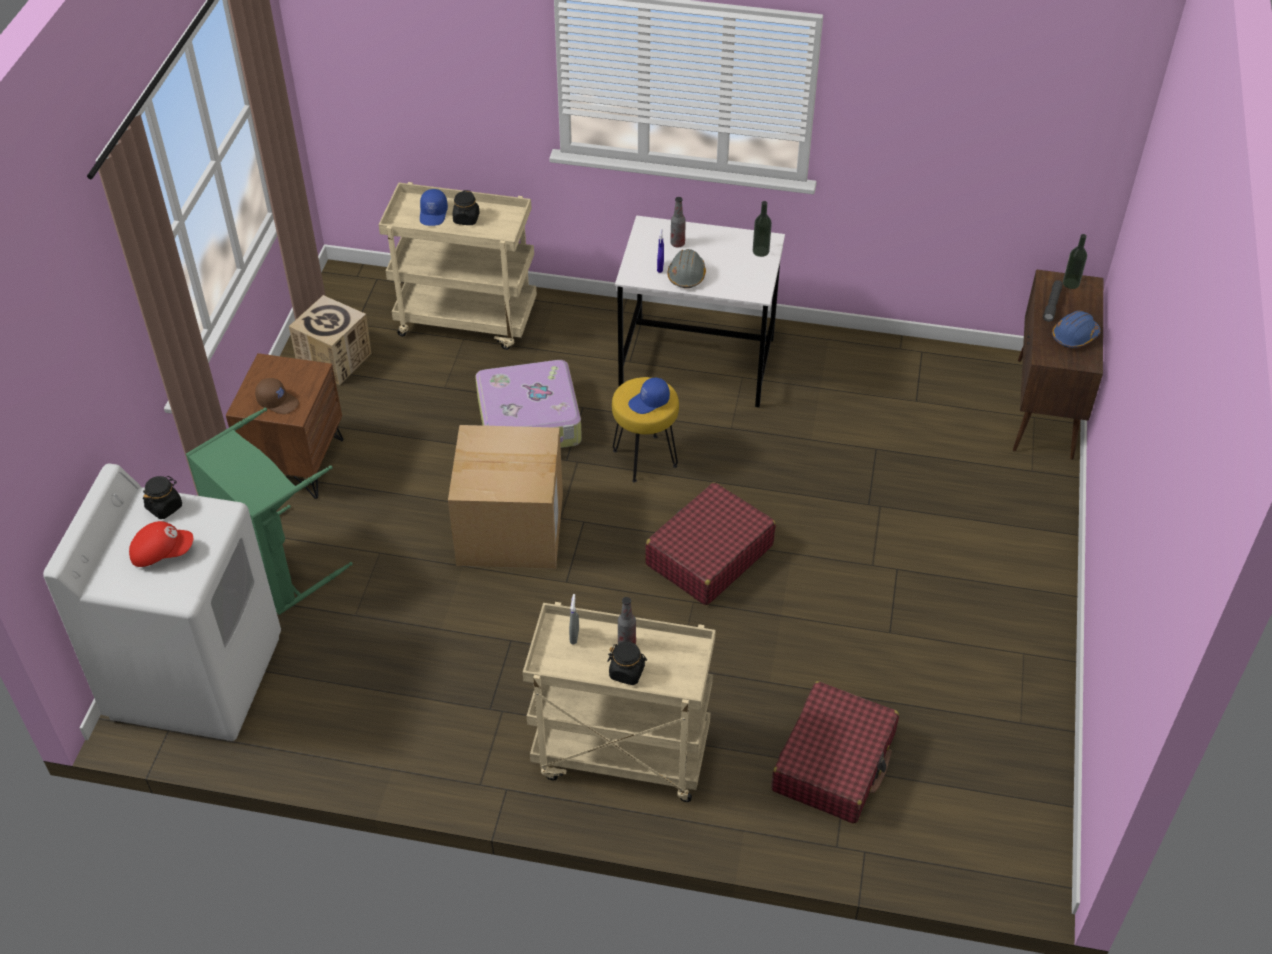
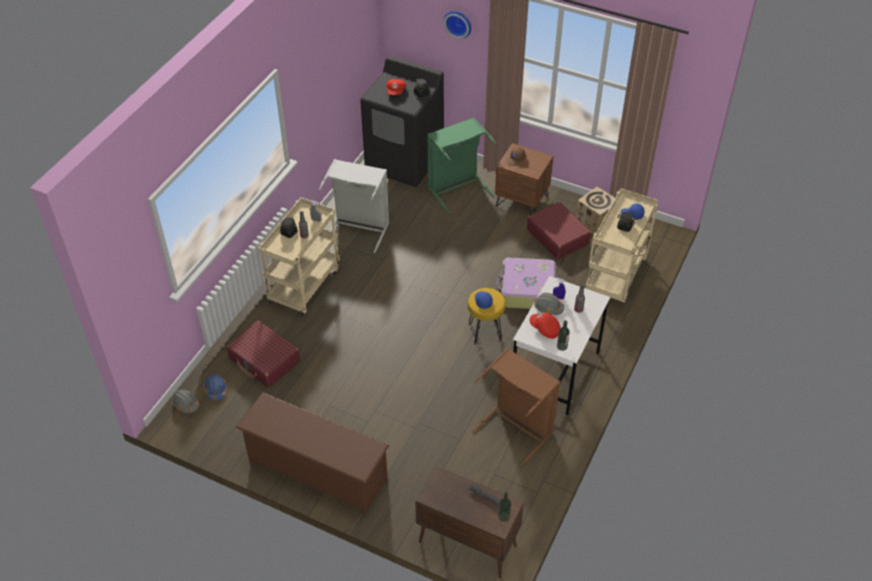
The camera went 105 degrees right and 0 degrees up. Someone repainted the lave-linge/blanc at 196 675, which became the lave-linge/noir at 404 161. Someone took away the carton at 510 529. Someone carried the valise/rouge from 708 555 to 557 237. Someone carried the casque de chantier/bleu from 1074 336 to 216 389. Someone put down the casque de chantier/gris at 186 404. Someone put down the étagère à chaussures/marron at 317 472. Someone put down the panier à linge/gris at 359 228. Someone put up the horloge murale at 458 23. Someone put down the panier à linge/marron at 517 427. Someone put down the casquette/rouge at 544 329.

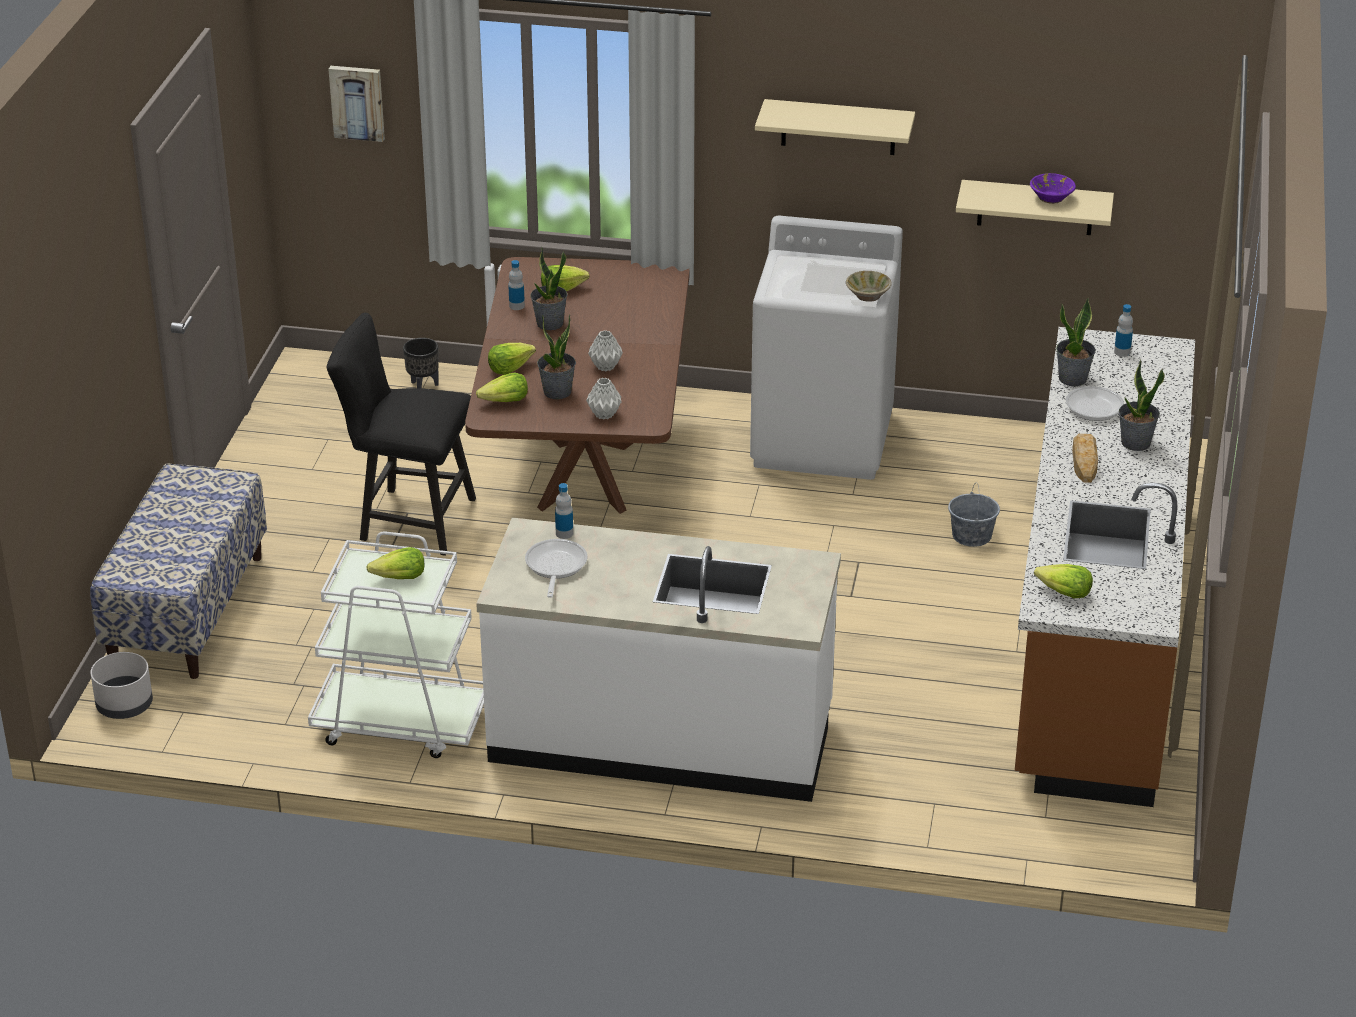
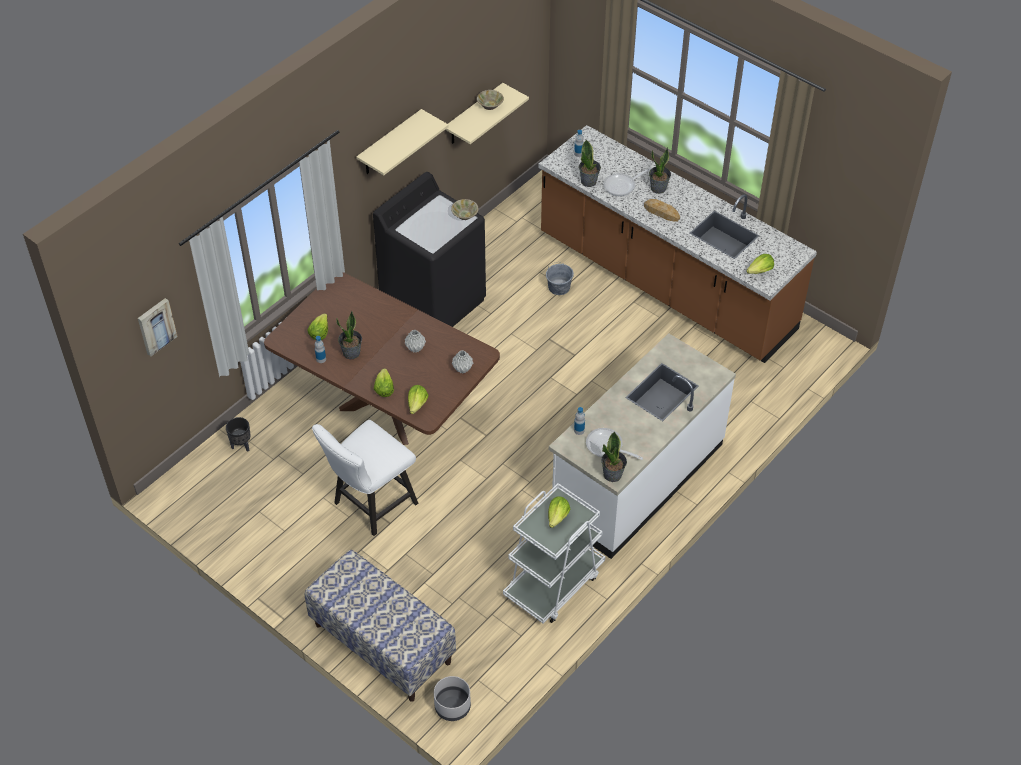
The camera went 60 degrees left and 15 degrees up. Someone repainted the chaise/noir at 408 519, which became the chaise/blanc at 370 506. Someone carried the plante en pot from 557 392 to 613 474. Someone repainted the lave-linge/blanc at 823 439, which became the lave-linge/noir at 434 301. Someone repainted the bol/violet at 1051 198, which became the bol/beige at 490 105.

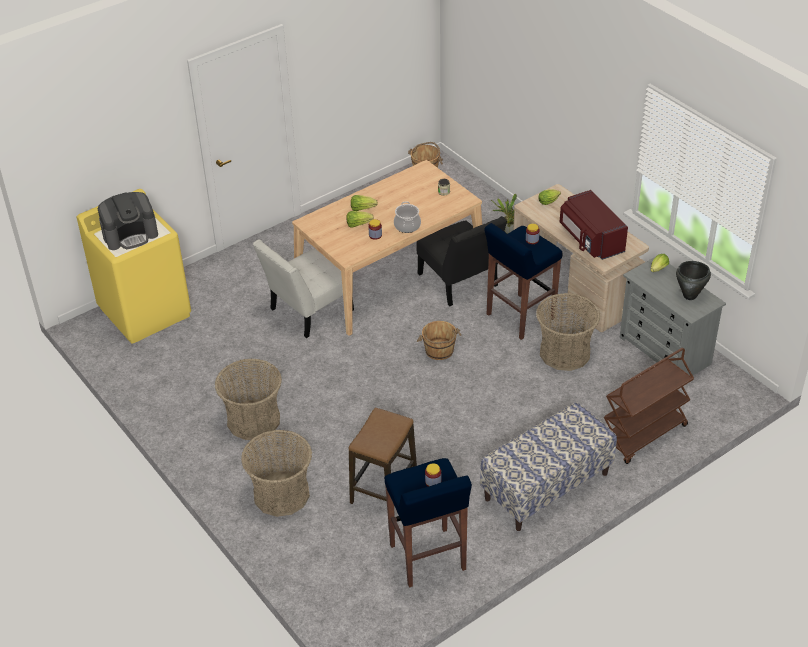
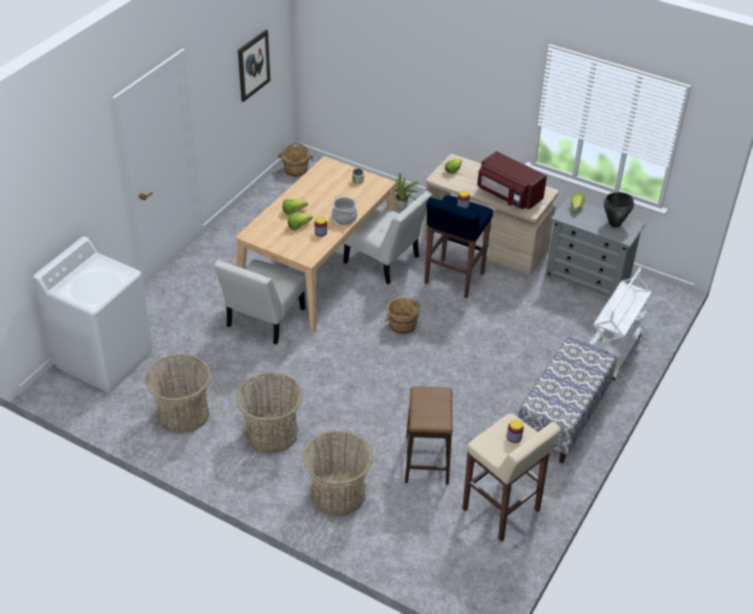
The camera went 25 degrees left and 0 degrees up. Someone repainted the lave-linge/jaune at 145 311, which became the lave-linge/blanc at 104 359. Someone took away the machine à café at 130 235. Someone repainted the tabouret/bleu at 428 558, which became the tabouret/beige at 502 511. Someone repainted the chaise/noir at 459 283, which became the chaise/blanc at 385 262. Someone carried the panier from 564 353 to 183 413. Someone repainted the chariot/marron at 644 435, which became the chariot/blanc at 613 353. Someone put up the tableau at 253 65.

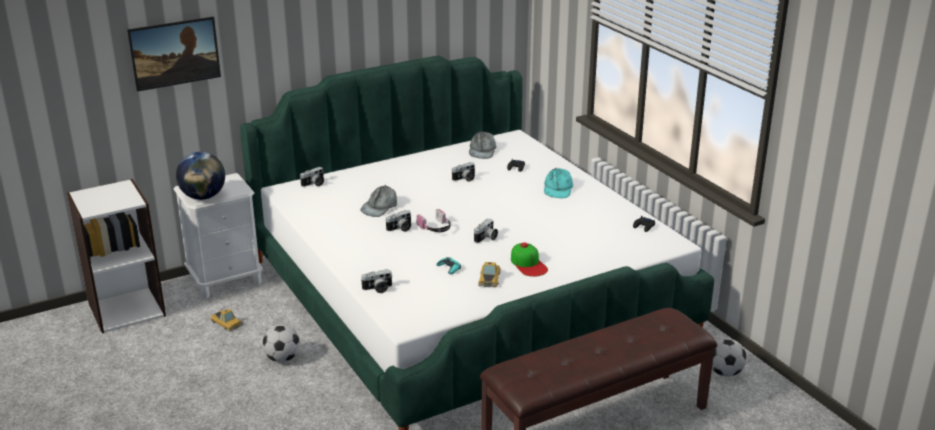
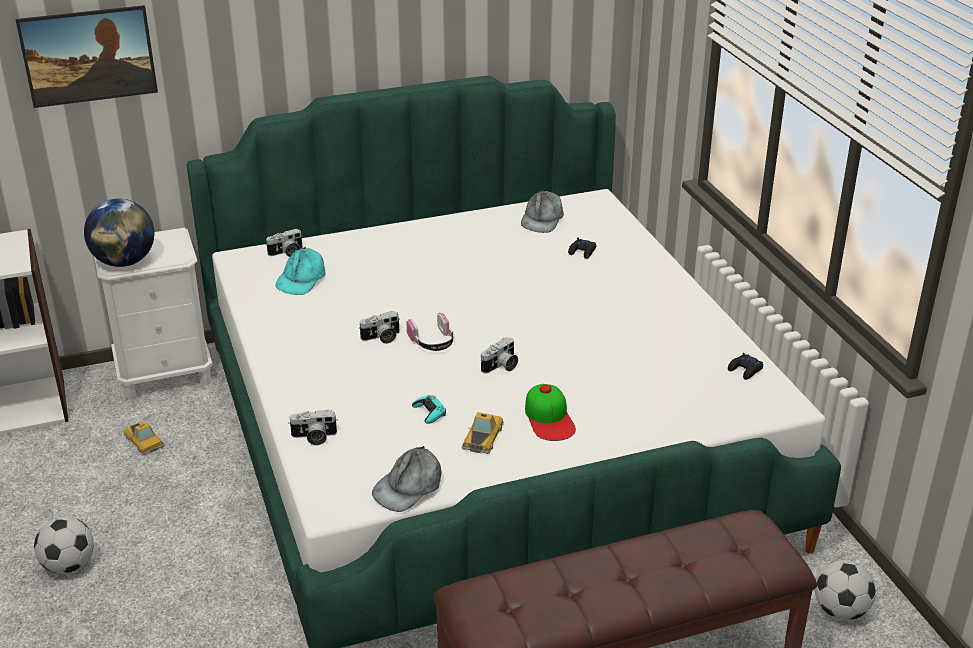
The camera went 10 degrees right and 5 degrees up. Someone carried the ballon de foot from 282 358 to 69 565. Someone carried the casquette/gris from 380 207 to 409 487. Someone took away the appareil photo at 464 179. Someone carried the casquette/turquoise from 558 189 to 301 279.

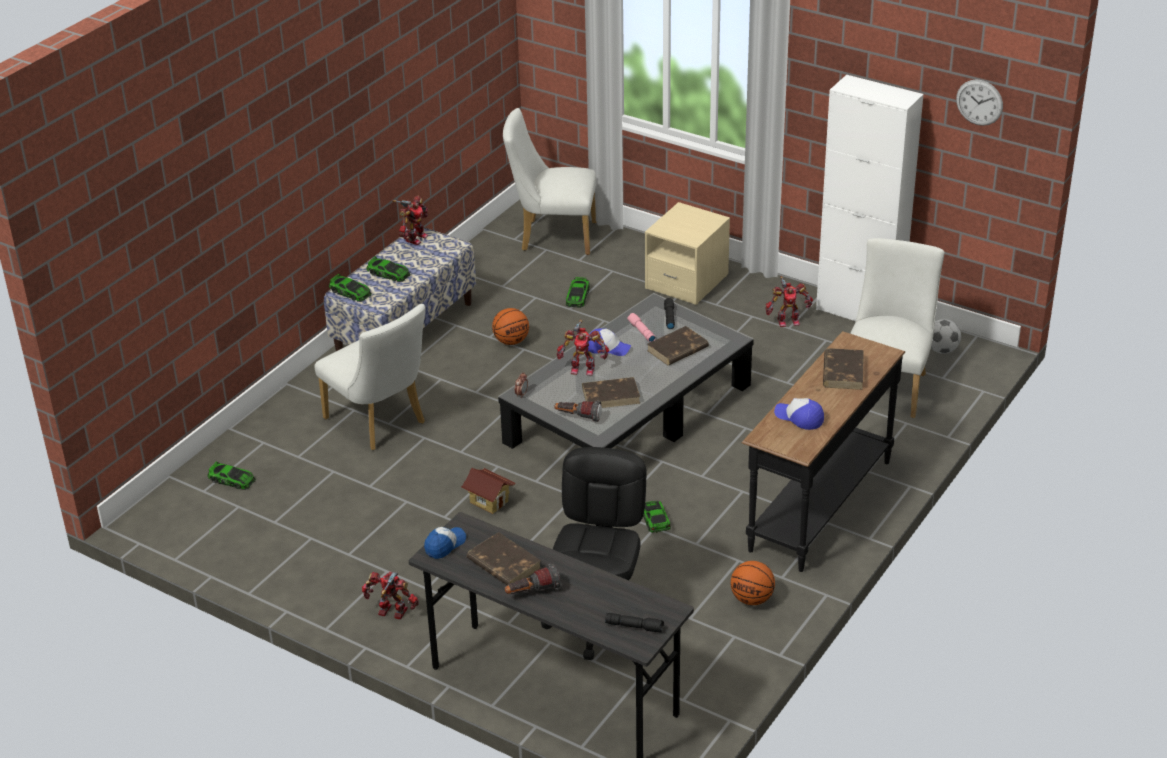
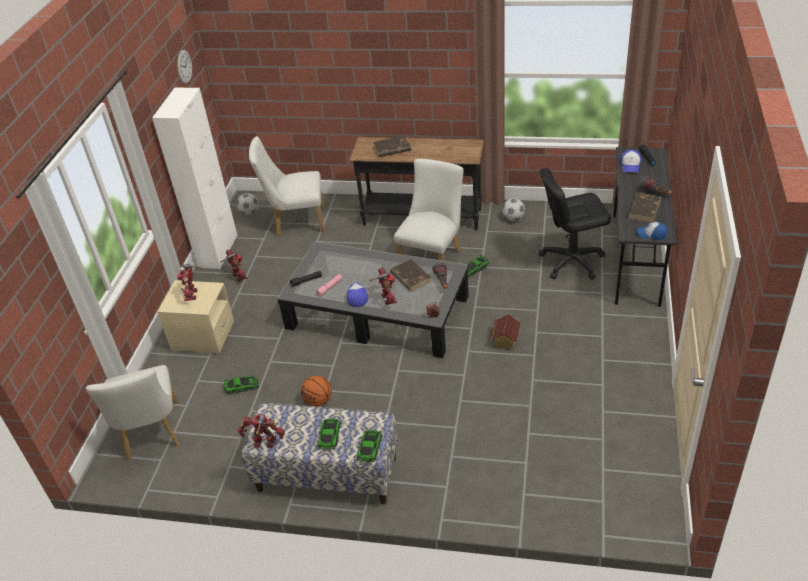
The camera went 110 degrees left and 5 degrees up. Someone took away the petite voiture at 232 480. Someone carried the chaise/blanc from 380 423 to 433 258. Someone carried the robot jouet from 392 613 to 192 295. Someone took away the livre/marron at 677 349. Someone swapped the ballon de basket at 752 599 for the ballon de foot at 513 218. Someone carried the casquette from 799 418 to 630 165.

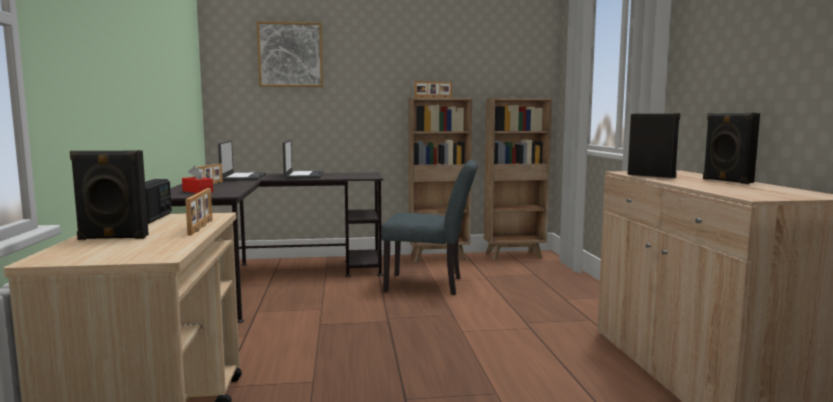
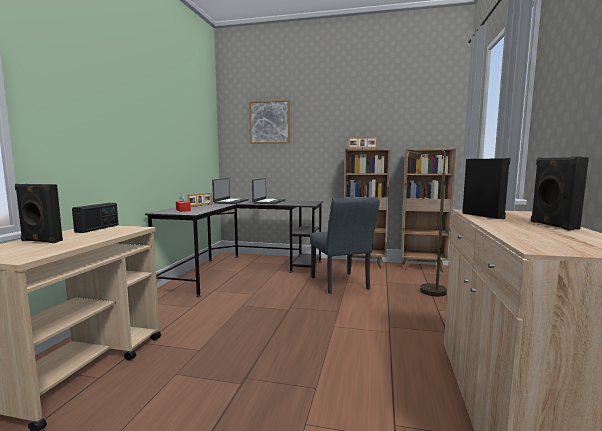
The camera went 20 degrees right and 0 degrees up. Someone took away the cadre photo at 202 226. Someone rotated the chaise/gris at 431 285 by 45 degrees clockwise. Someone put down the lampadaire/marron at 426 289.

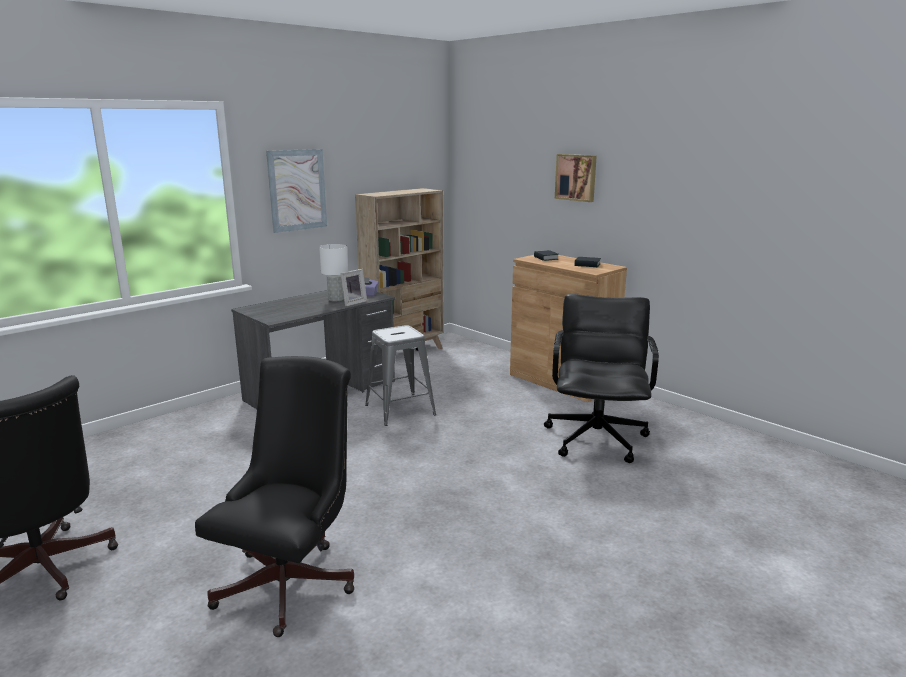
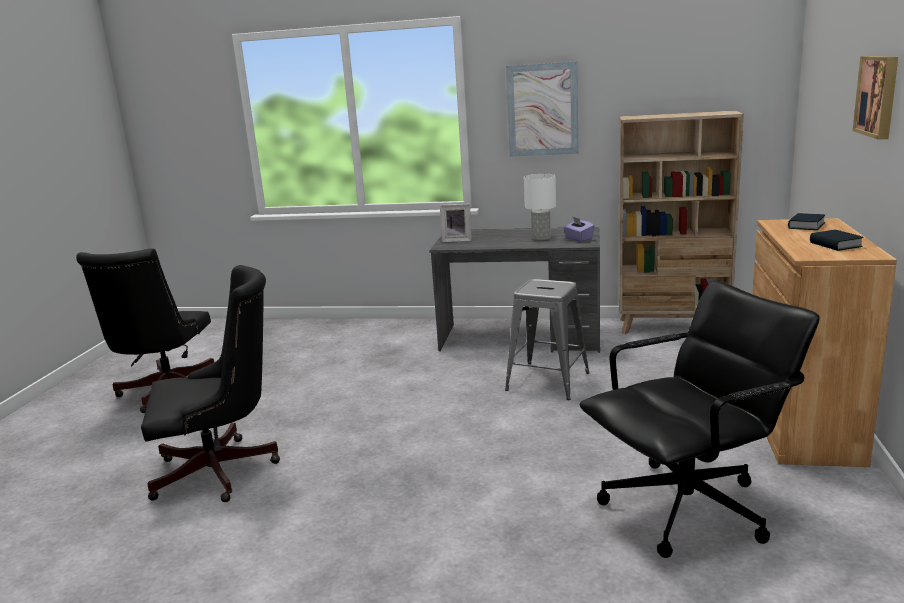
The camera went 55 degrees right and 0 degrees up. Someone carried the cadre photo from 353 303 to 457 240.

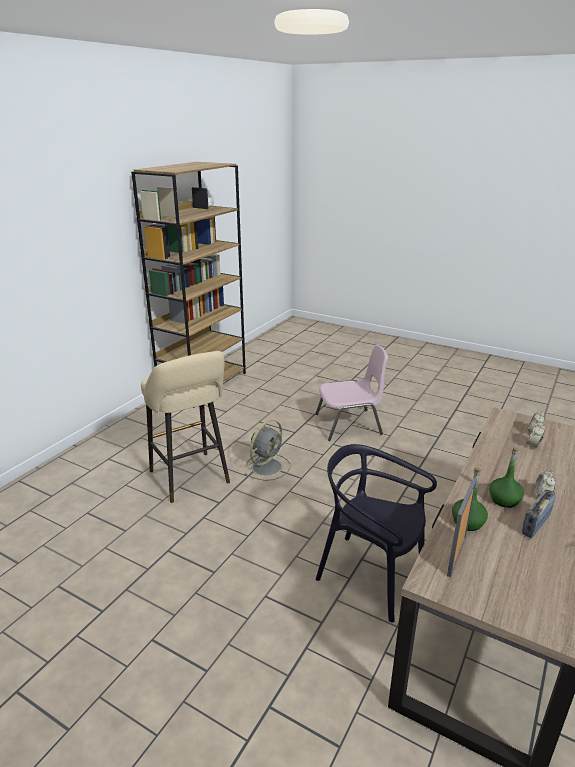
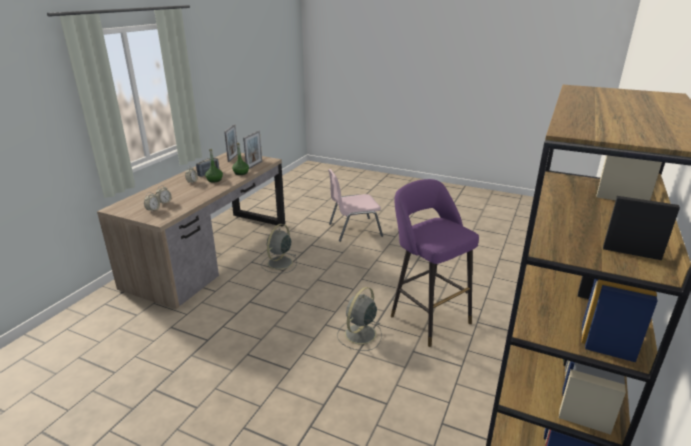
The camera went 175 degrees right and 0 degrees up. Someone repainted the tabouret/beige at 191 479, which became the tabouret/violet at 427 317. Someone carried the chaise/rose from 349 424 to 354 230. Someone swapped the chaise/noir at 371 574 for the ventilateur/gris at 279 263. Someone put down the cadre photo at 233 157.

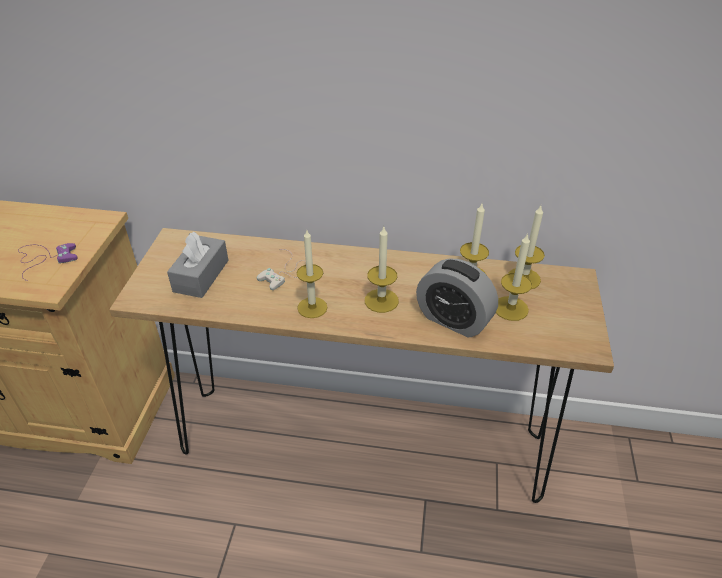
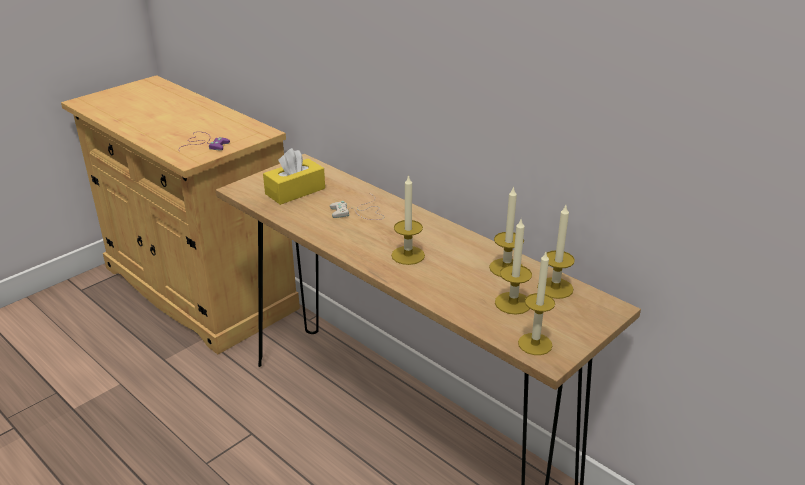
The camera went 35 degrees right and 10 degrees down. Someone repainted the boîte à mouchoirs/gris at 201 276, which became the boîte à mouchoirs/jaune at 295 191. Someone carried the bougie from 312 307 to 535 344. Someone took away the réveil at 453 320.

